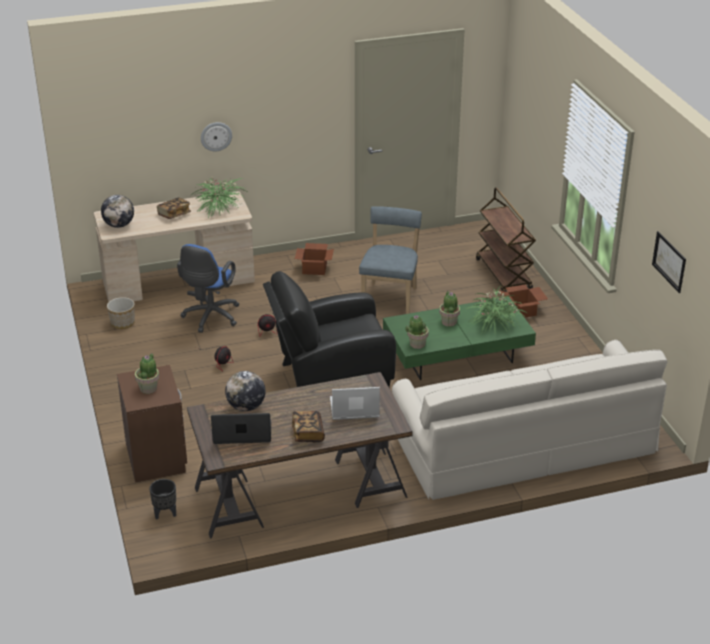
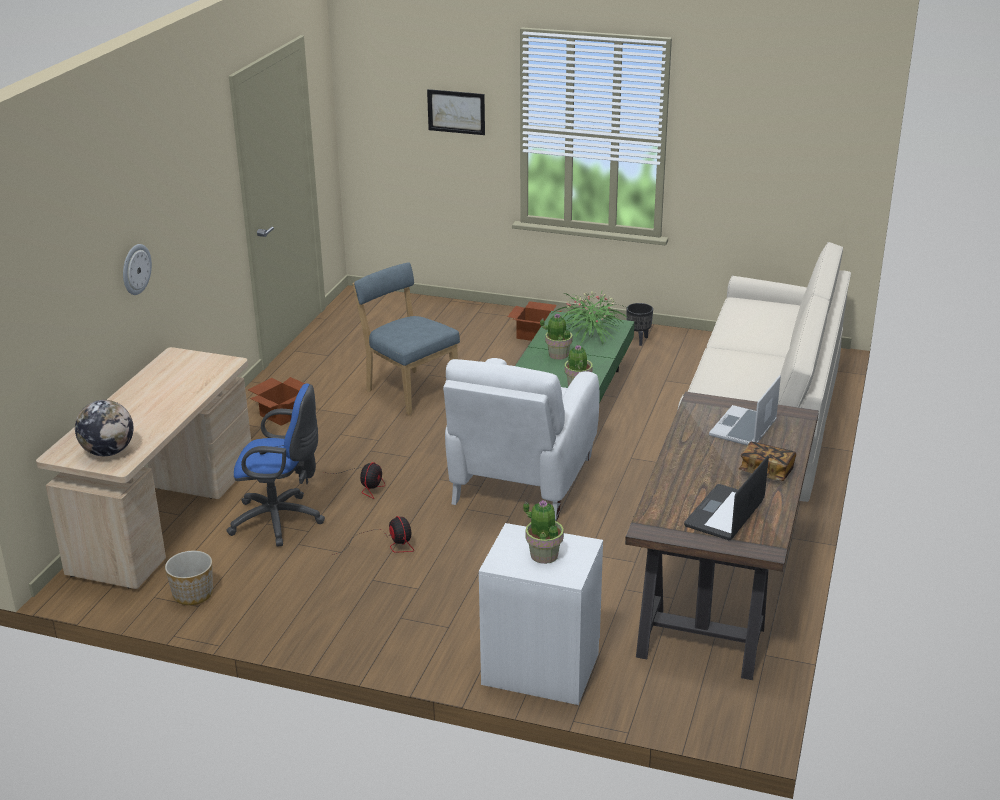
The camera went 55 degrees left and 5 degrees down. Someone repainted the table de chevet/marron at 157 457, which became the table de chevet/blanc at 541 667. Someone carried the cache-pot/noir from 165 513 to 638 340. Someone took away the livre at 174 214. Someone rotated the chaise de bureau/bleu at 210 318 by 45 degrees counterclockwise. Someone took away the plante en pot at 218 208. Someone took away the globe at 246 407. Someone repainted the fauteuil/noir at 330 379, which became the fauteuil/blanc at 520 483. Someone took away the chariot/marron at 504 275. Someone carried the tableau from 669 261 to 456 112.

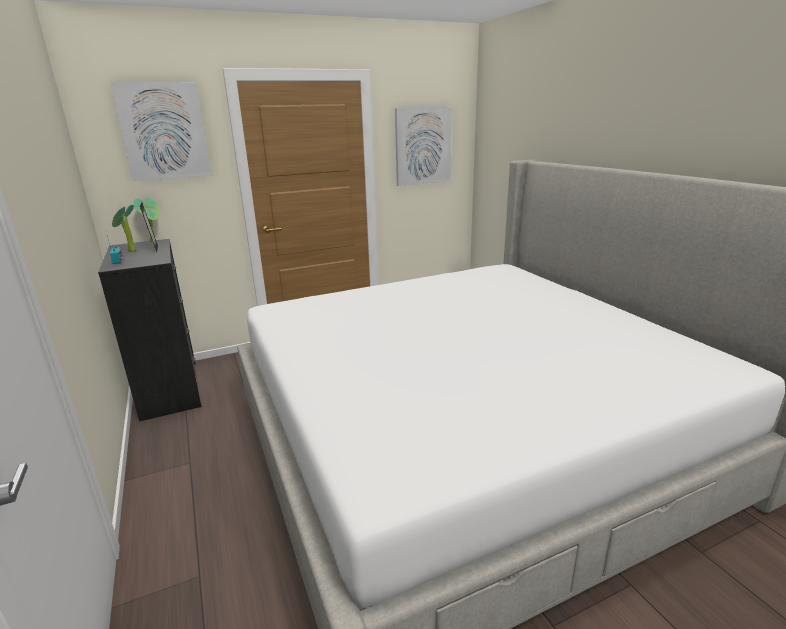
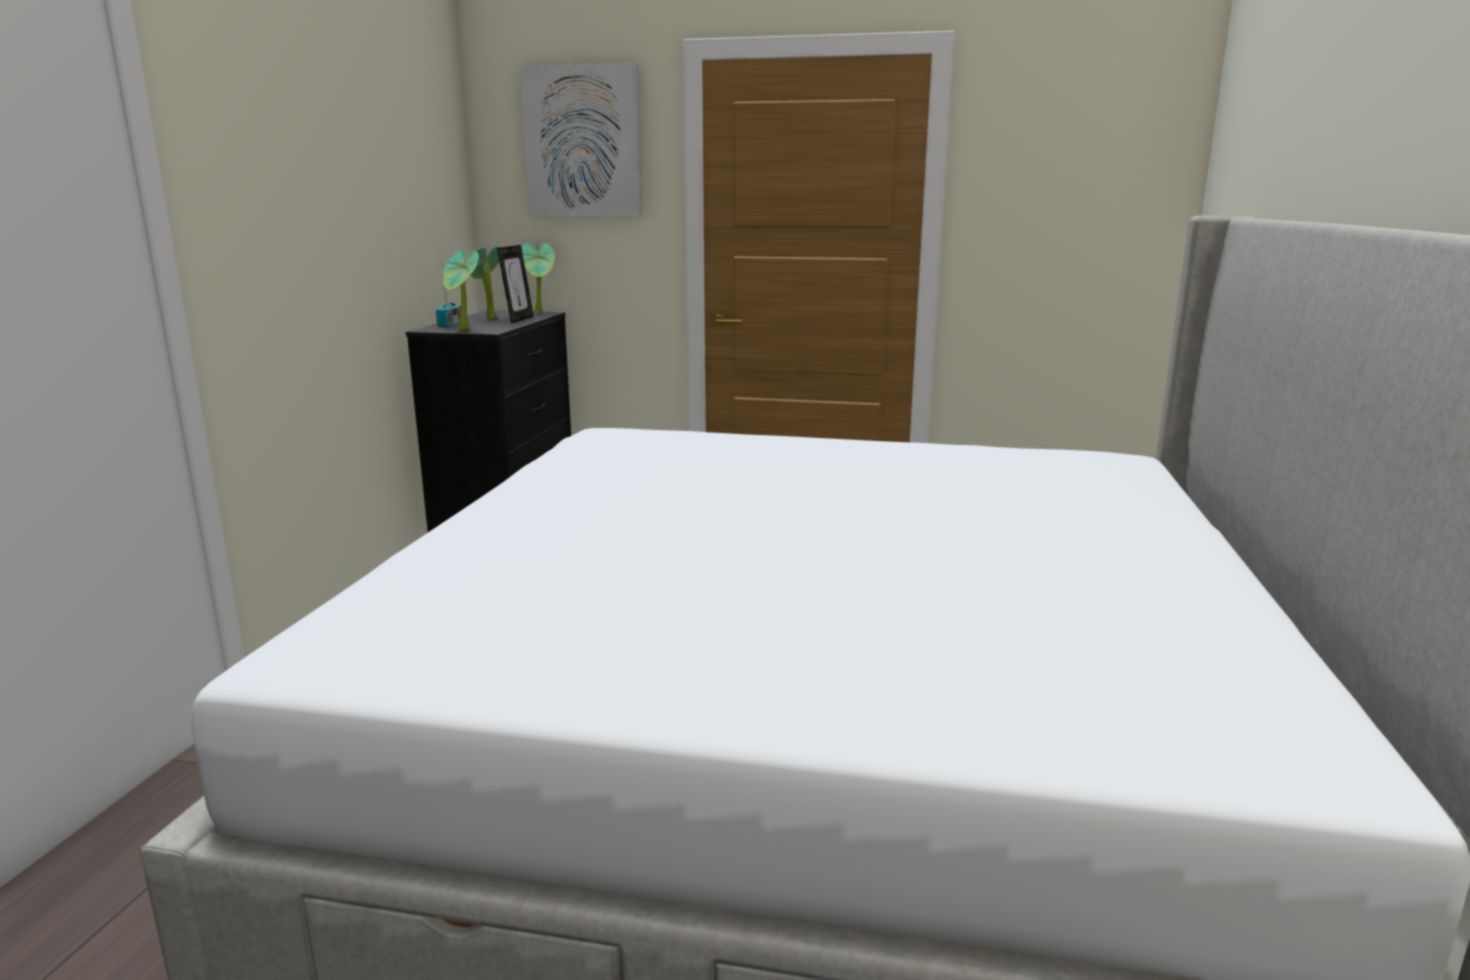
The camera went 35 degrees right and 5 degrees down. Someone took away the tableau at 423 146. Someone put down the plante en pot at 464 330.

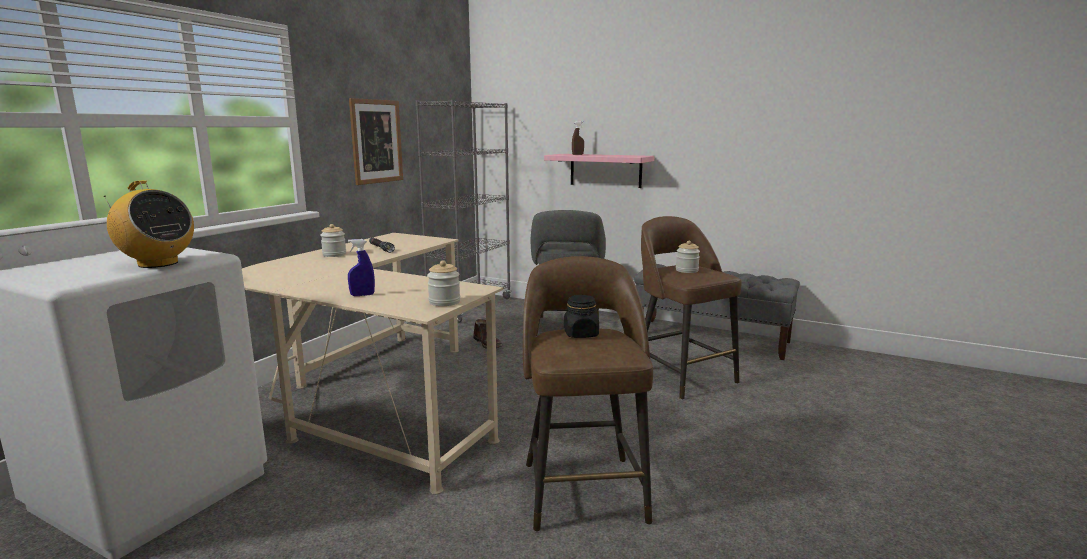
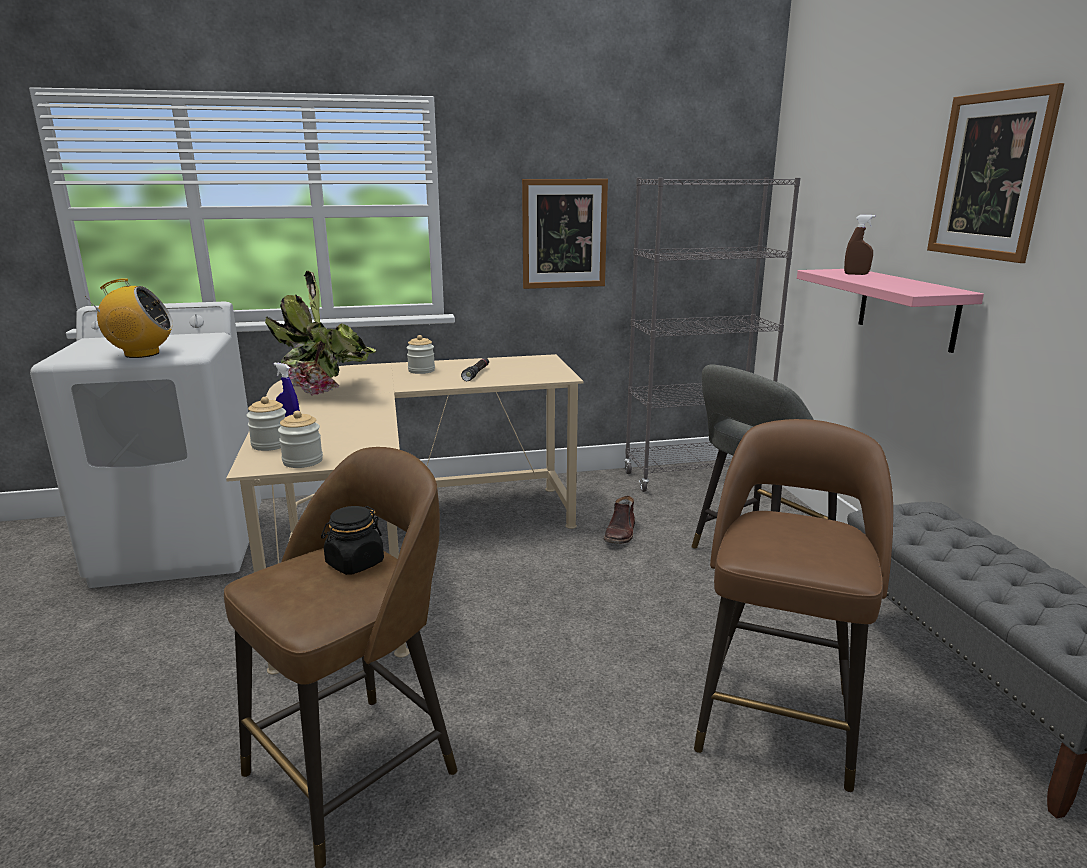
The camera went 50 degrees right and 5 degrees up. Someone rotated the radio at 157 264 by 90 degrees counterclockwise. Someone carried the bocal from 687 270 to 270 445. Someone put down the plante en pot at 331 391. Someone put up the tableau at 990 176.

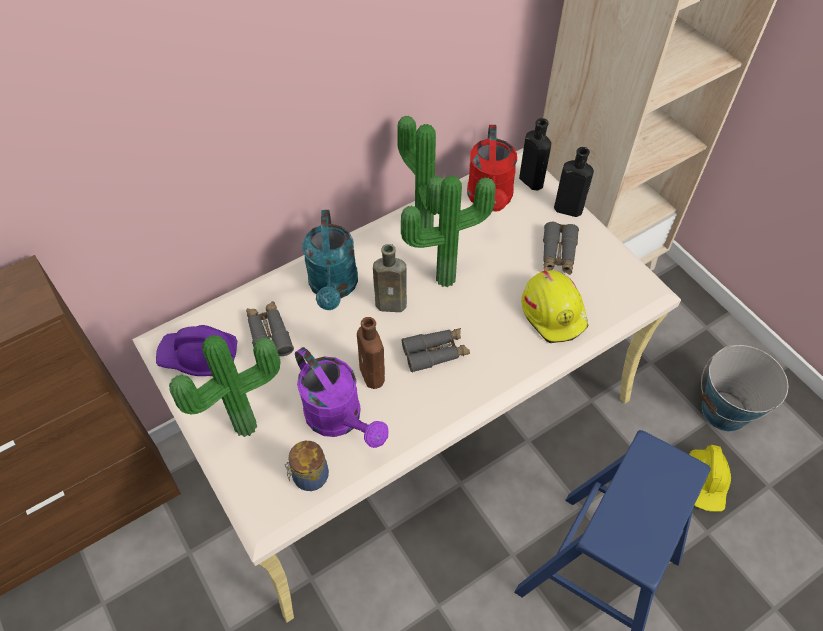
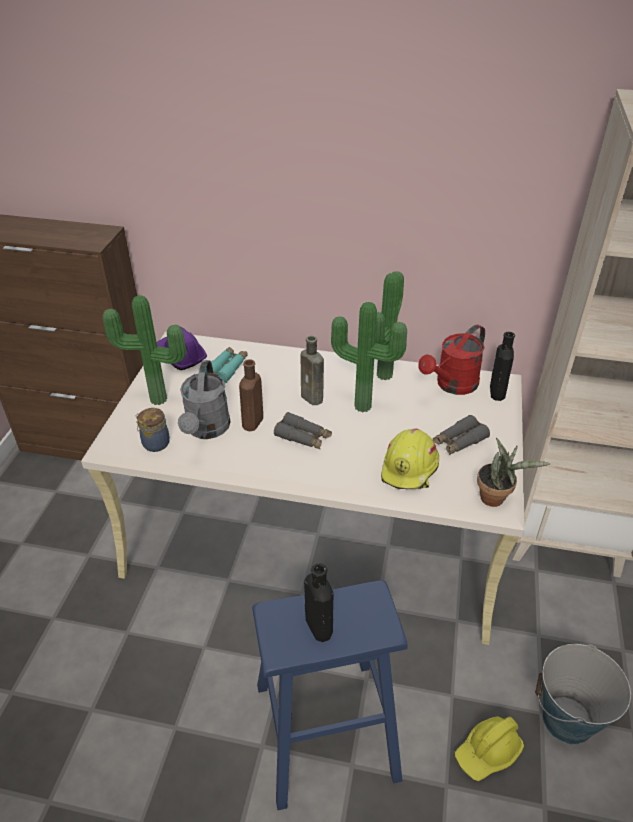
The camera went 45 degrees right and 15 degrees down. Someone repainted the jumelles/gris at 269 334, which became the jumelles/turquoise at 227 368. Someone repainted the arrosoir/violet at 340 419, which became the arrosoir/gris at 206 430. Someone took away the arrosoir/turquoise at 334 287. Someone carried the bouteille/noir from 566 208 to 317 625. Someone put down the plante en pot at 496 498.

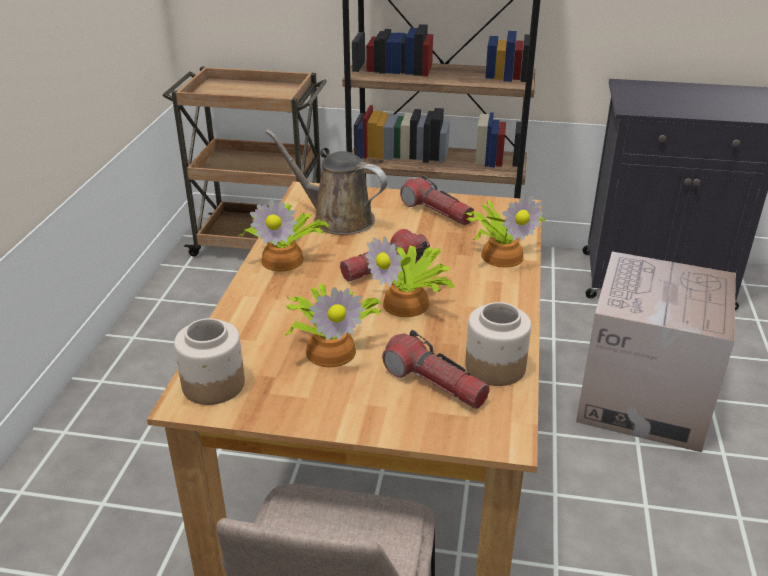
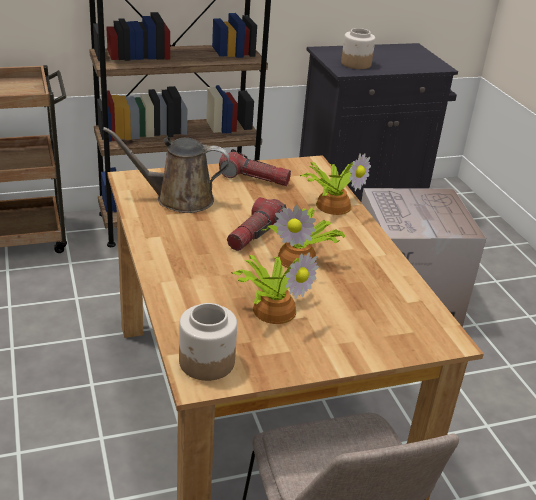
The camera went 30 degrees left and 0 degrees up. Someone took away the plante en pot at 284 258. Someone took away the lampe de poche at 434 383. Someone carried the bocal from 494 367 to 355 64.

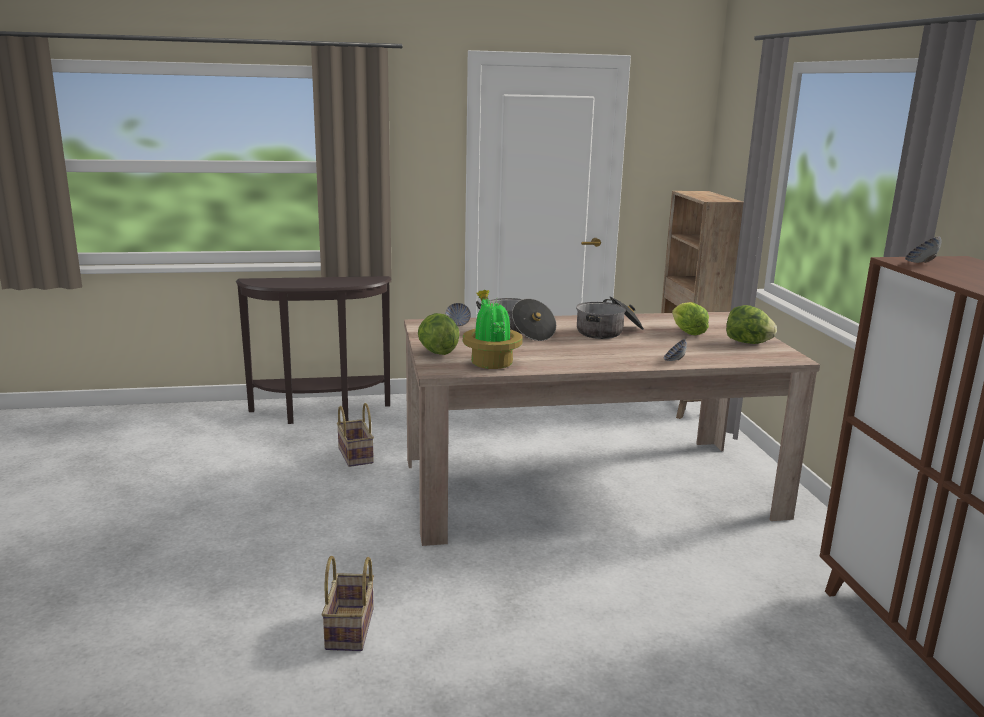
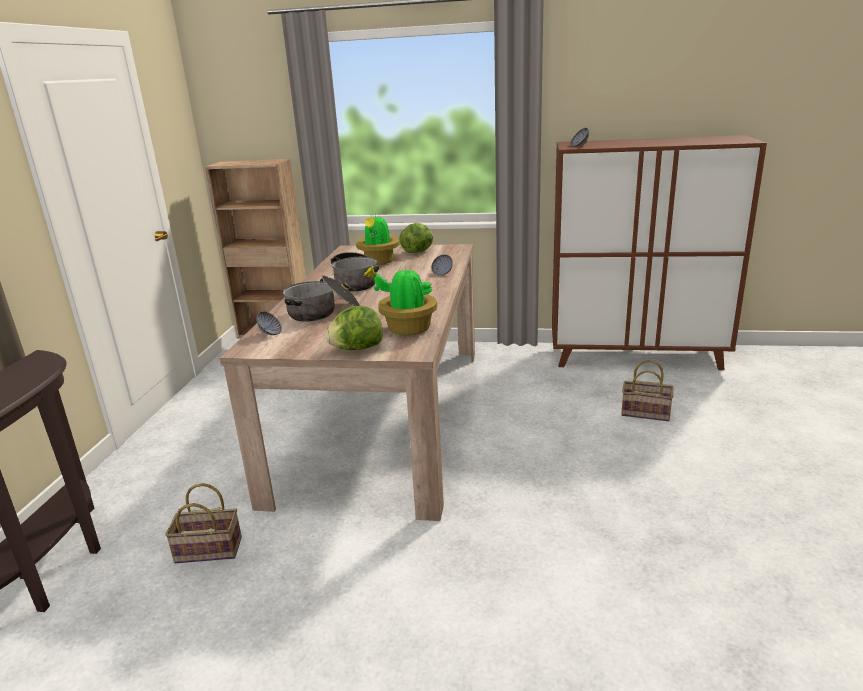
The camera went 70 degrees left and 5 degrees up. Someone carried the panier from 351 630 to 646 412. Someone swapped the laitue at 687 332 for the plante en pot at 379 262.

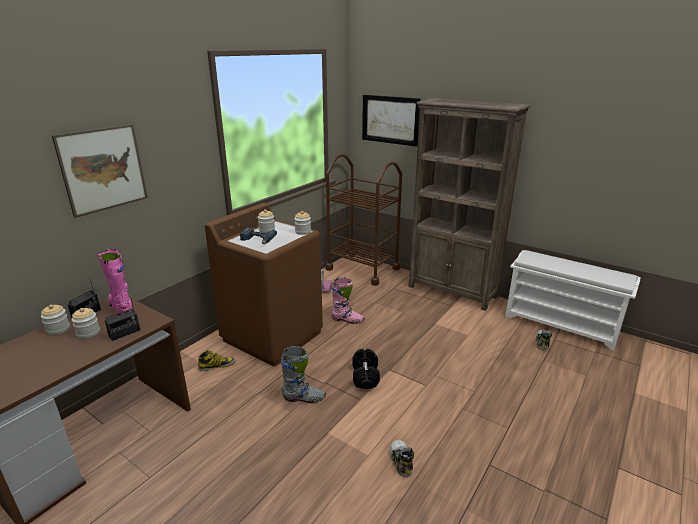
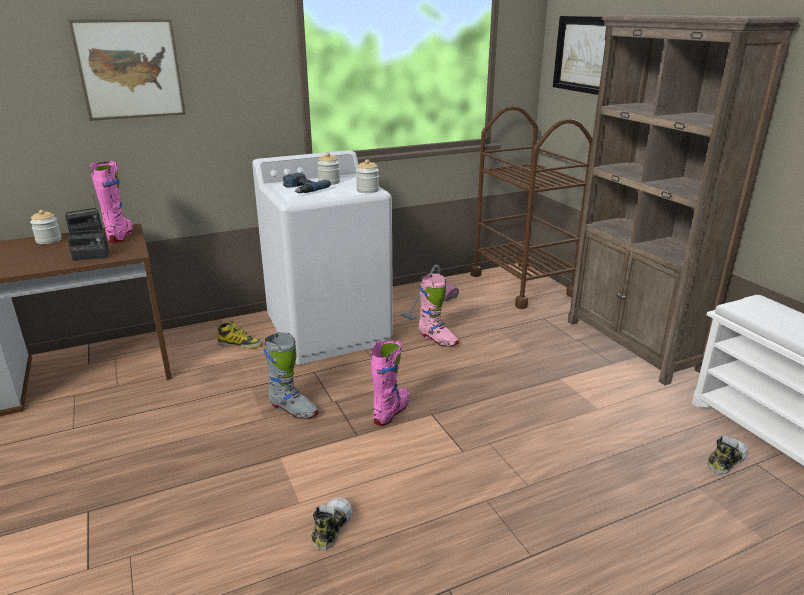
The camera went 30 degrees right and 0 degrees up. Someone took away the bocal at 88 333. Someone repainted the lave-linge/marron at 273 336, which became the lave-linge/blanc at 329 331. Someone swapped the haltère/noir at 365 376 for the botte/rose at 391 412.

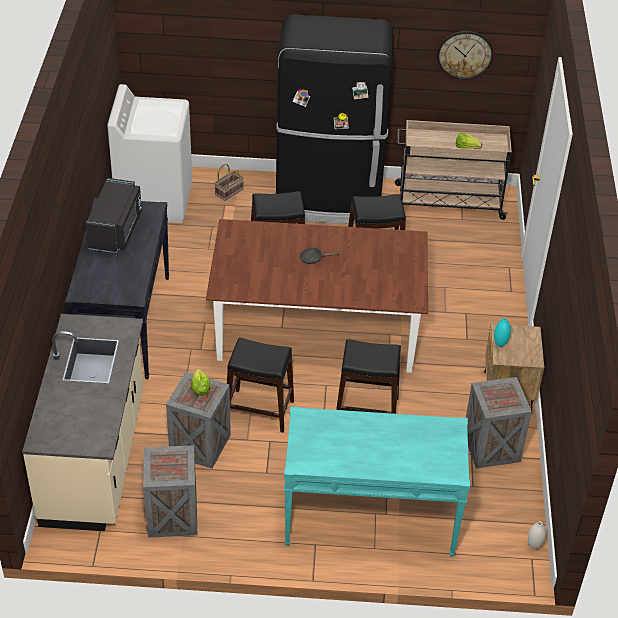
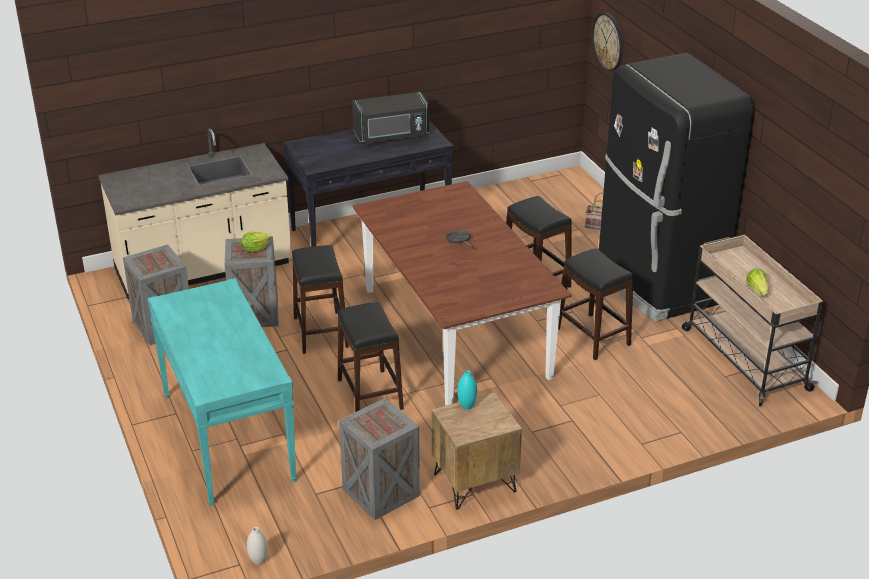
The camera went 65 degrees right and 10 degrees down. Someone took away the lave-linge/blanc at 154 200. Someone carried the horloge murale from 465 54 to 608 41.

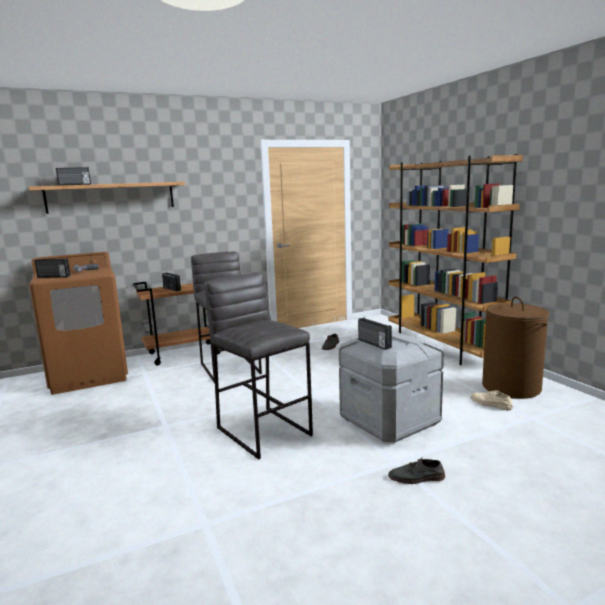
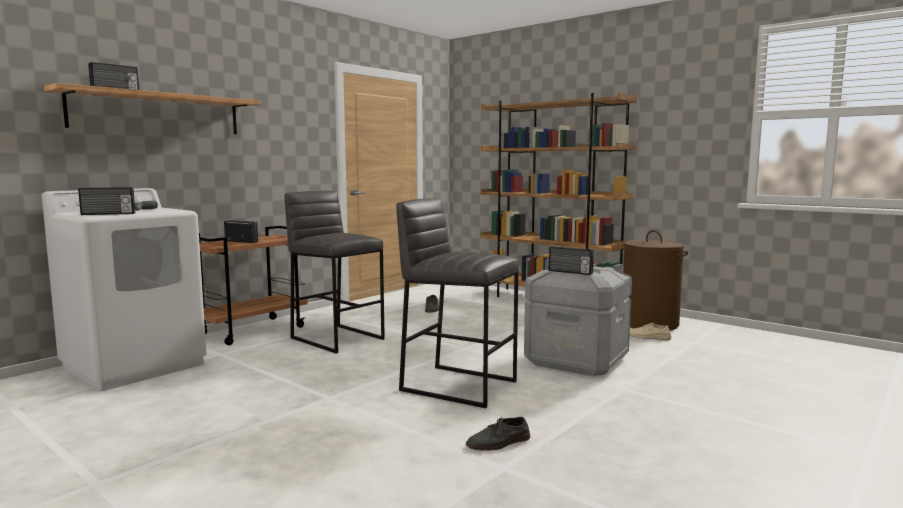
The camera went 25 degrees left and 5 degrees down. Someone repainted the lave-linge/marron at 89 375, which became the lave-linge/blanc at 135 365. Someone carried the chaussure/gris from 416 478 to 498 442.

